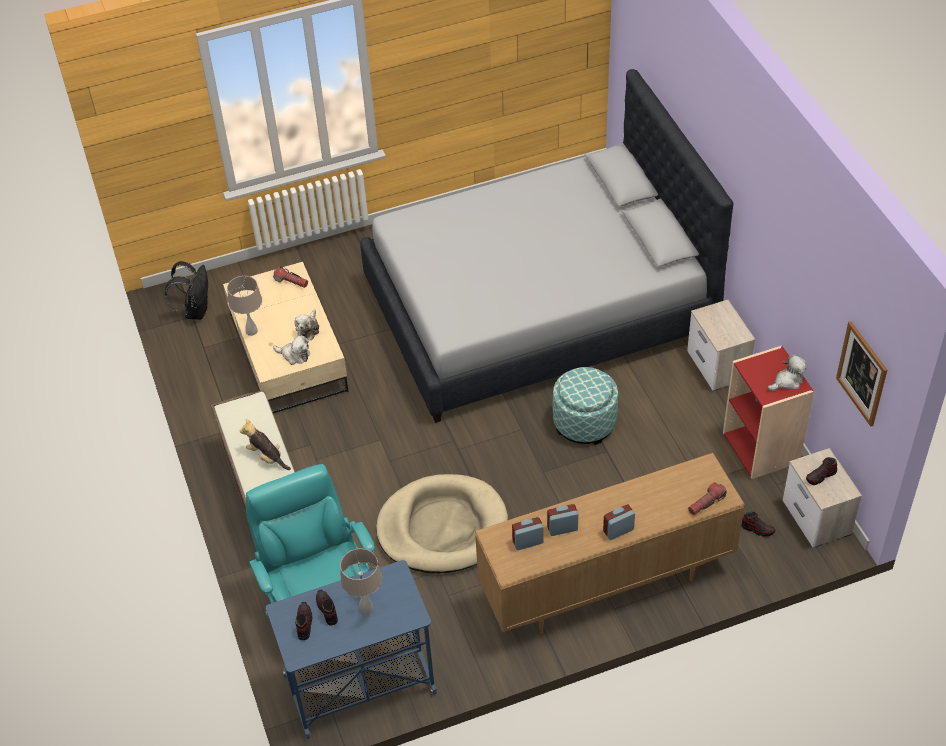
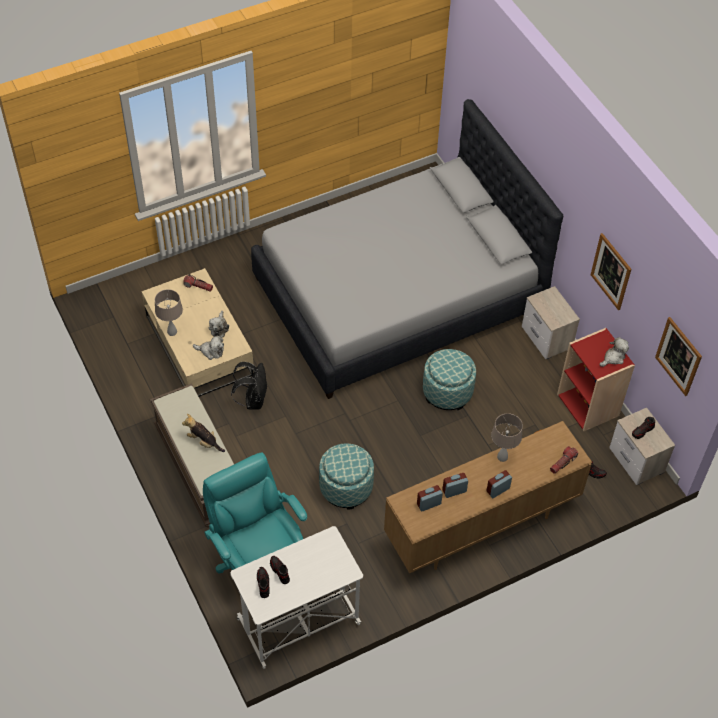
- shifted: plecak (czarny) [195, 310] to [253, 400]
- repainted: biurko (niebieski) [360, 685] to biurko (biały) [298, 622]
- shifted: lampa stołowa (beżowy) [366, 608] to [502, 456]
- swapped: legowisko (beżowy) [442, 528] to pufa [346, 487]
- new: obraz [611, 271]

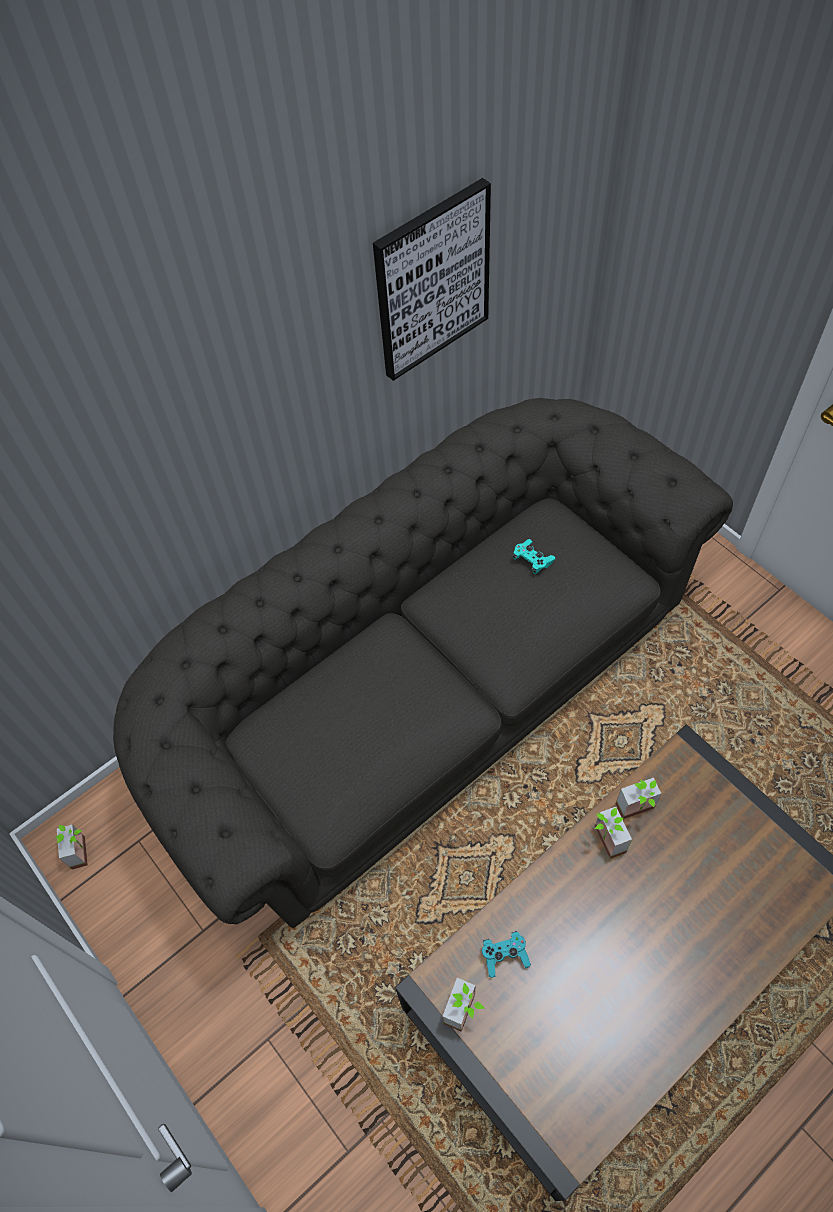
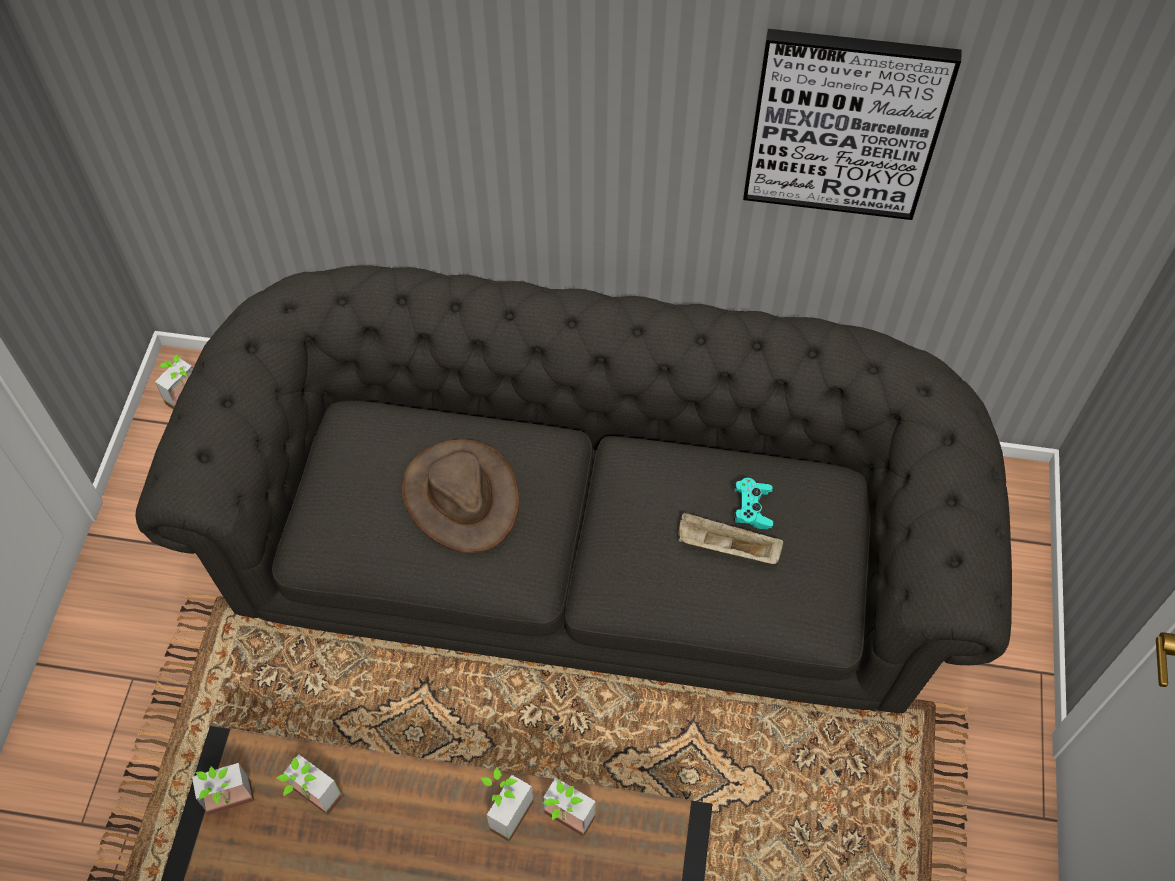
- swapped: pad do gier (turkusowy) [504, 955] to roślina doniczkowa [311, 801]
- new: kapelusz (brązowy) [461, 496]
- new: taca (beżowy) [726, 548]

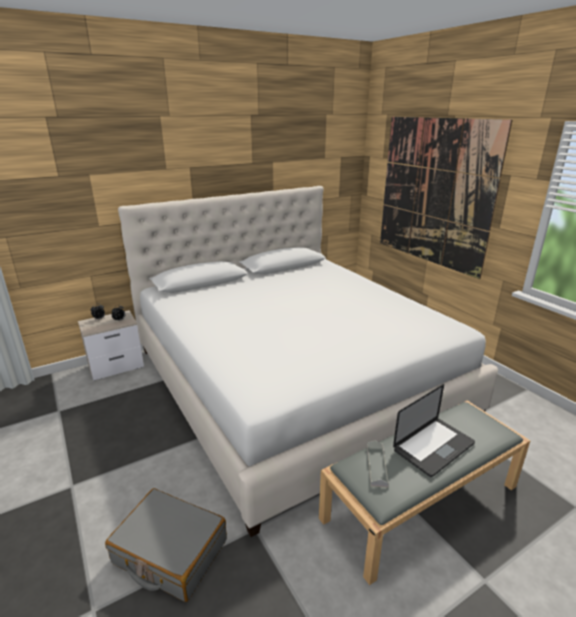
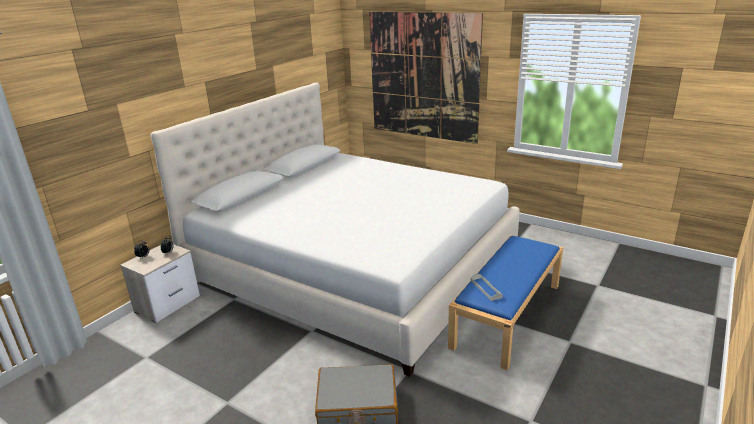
- repainted: ławka (szary) [421, 501] to ławka (niebieski) [507, 314]
- gone: laptop [433, 447]

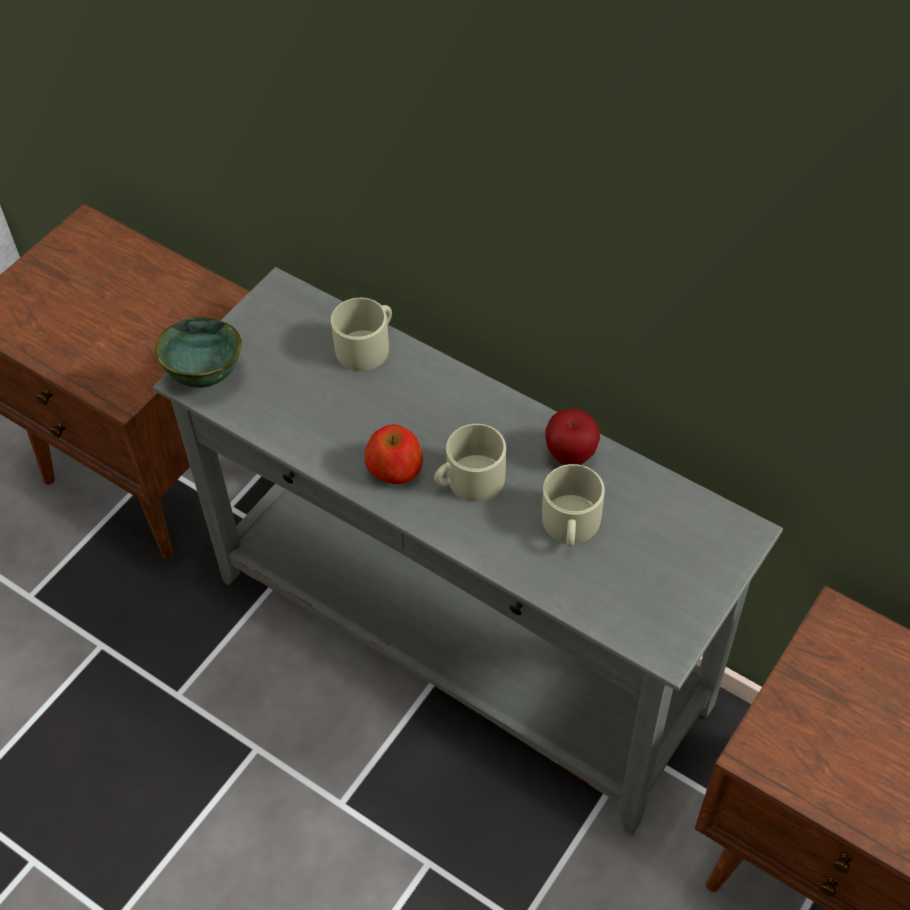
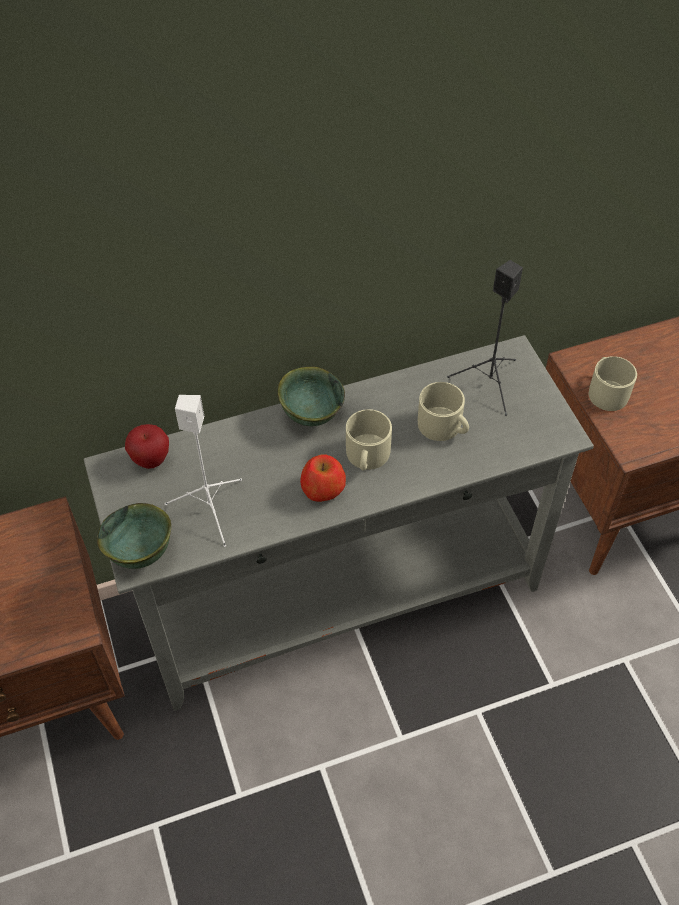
- shifted: kubek (beżowy) [367, 346] to [606, 391]
- shifted: jabłko [570, 455] to [151, 460]
- new: głośnik (biały) [211, 508]
- new: miska (zielony) [311, 414]
- new: głośnik (czarny) [490, 384]

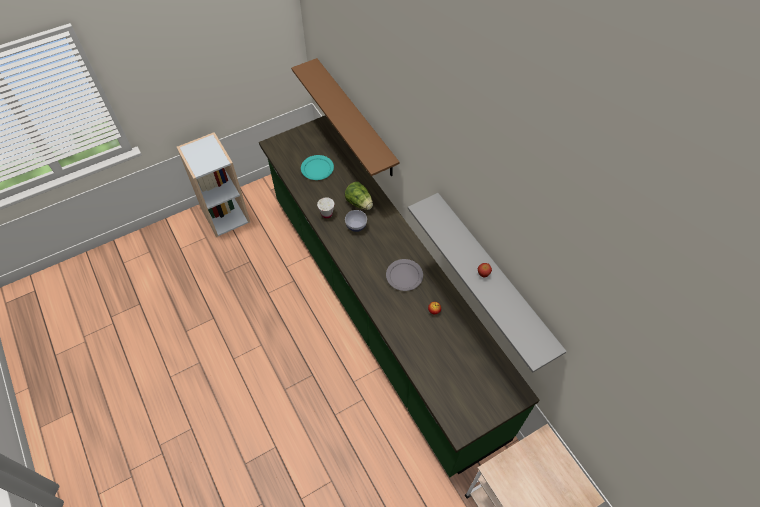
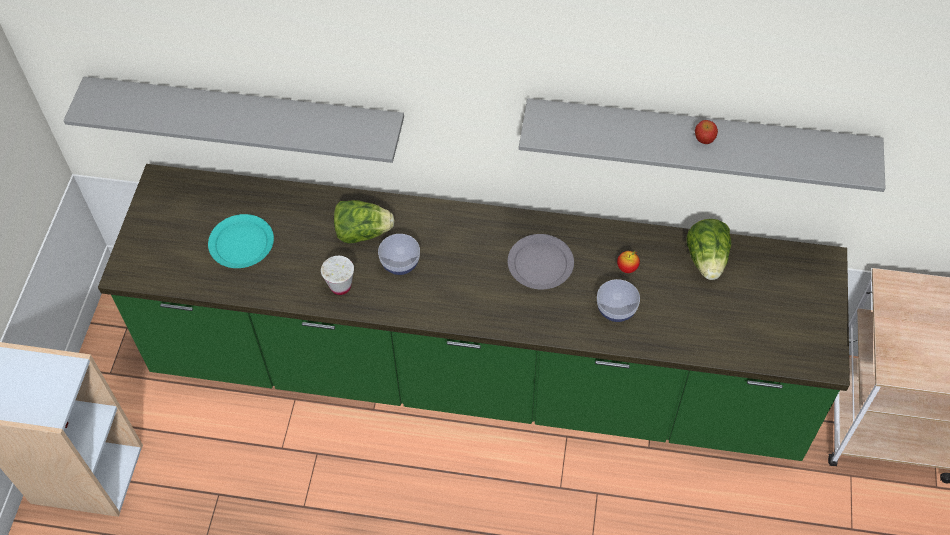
- repainted: półka (brązowy) [356, 118] to półka (szary) [246, 115]
- new: miska [616, 310]
- new: sałata [707, 260]

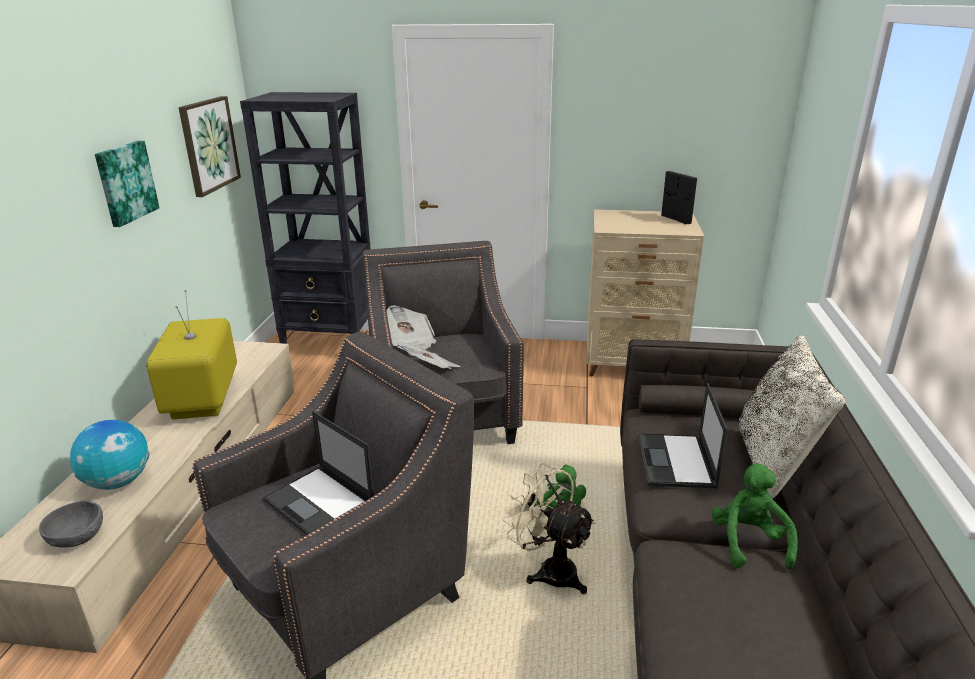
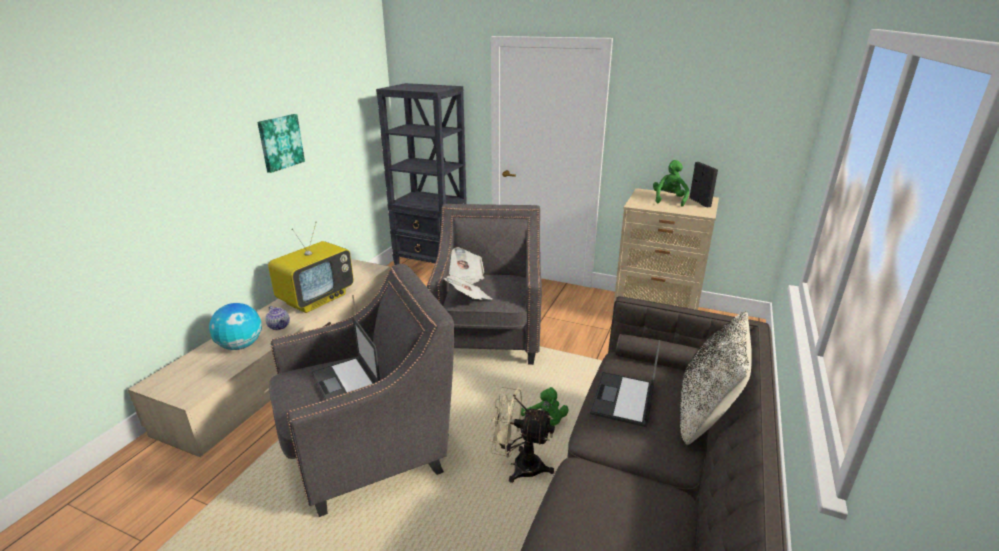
- gone: miska (szary) [76, 537]
- rotated: telewizor [203, 400] = [316, 299] 150 degrees counterclockwise
- gone: obraz [209, 145]
- rotated: wentylator (beżowy) [550, 570] = [519, 466] 45 degrees counterclockwise
- shifted: pluszak (zielony) [748, 542] to [669, 200]
- new: imbryk [279, 326]

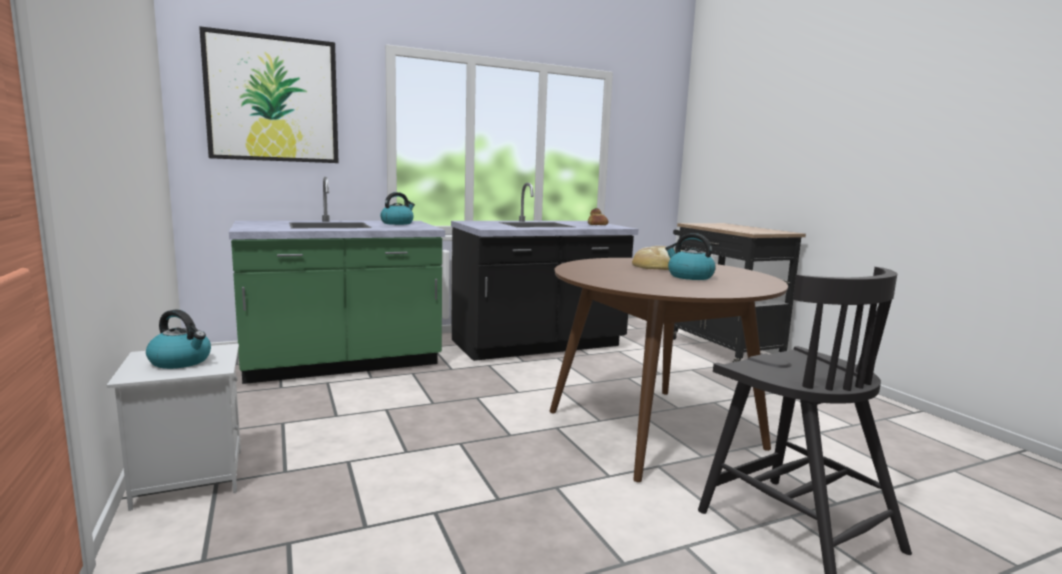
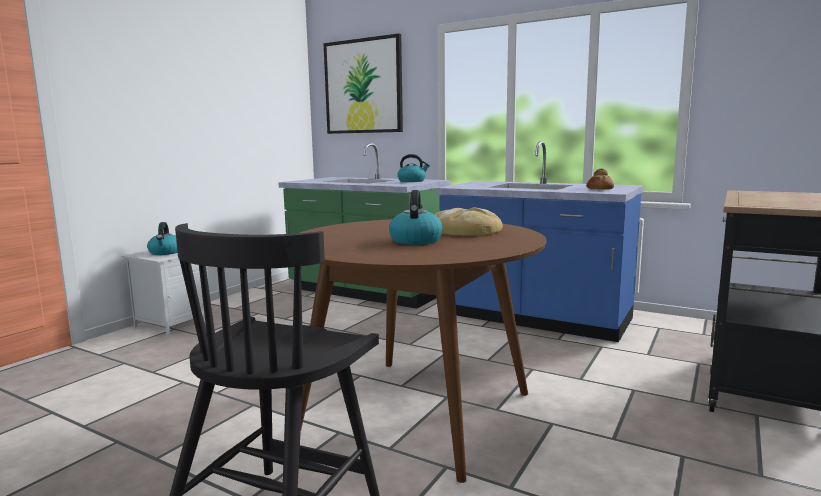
- repainted: zabudowa kuchenna (czarny) [538, 345] to zabudowa kuchenna (niebieski) [535, 318]

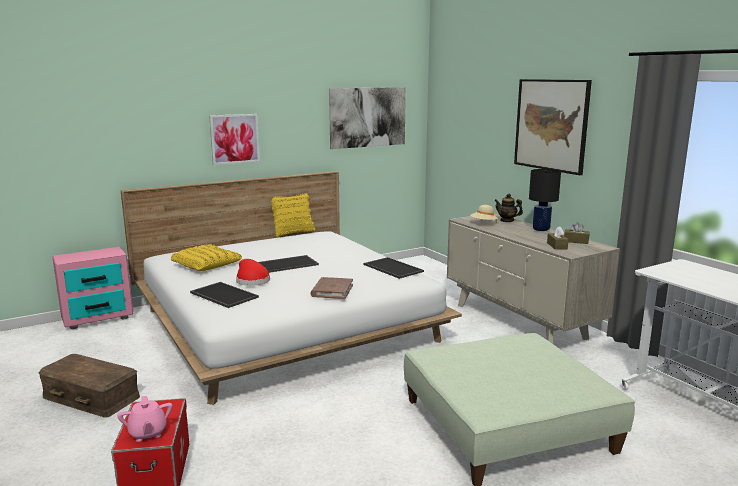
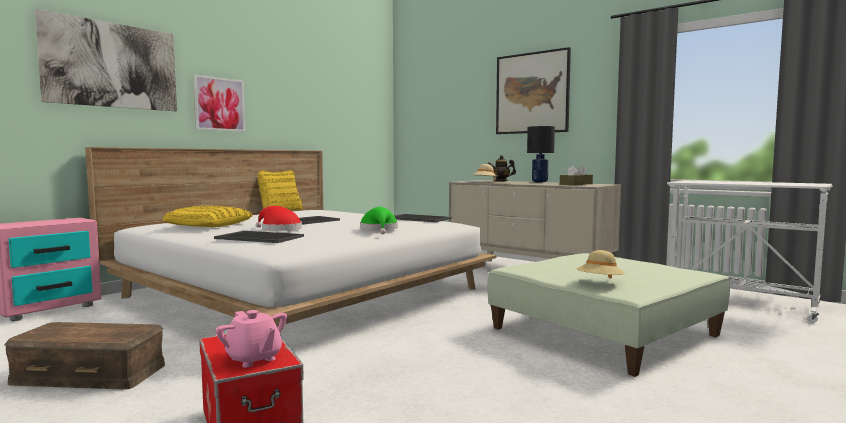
- swapped: książka (brązowy) [332, 290] to kapelusz (zielony) [379, 230]
- shifted: obraz [368, 117] to [112, 65]
- new: kapelusz (beżowy) [600, 282]

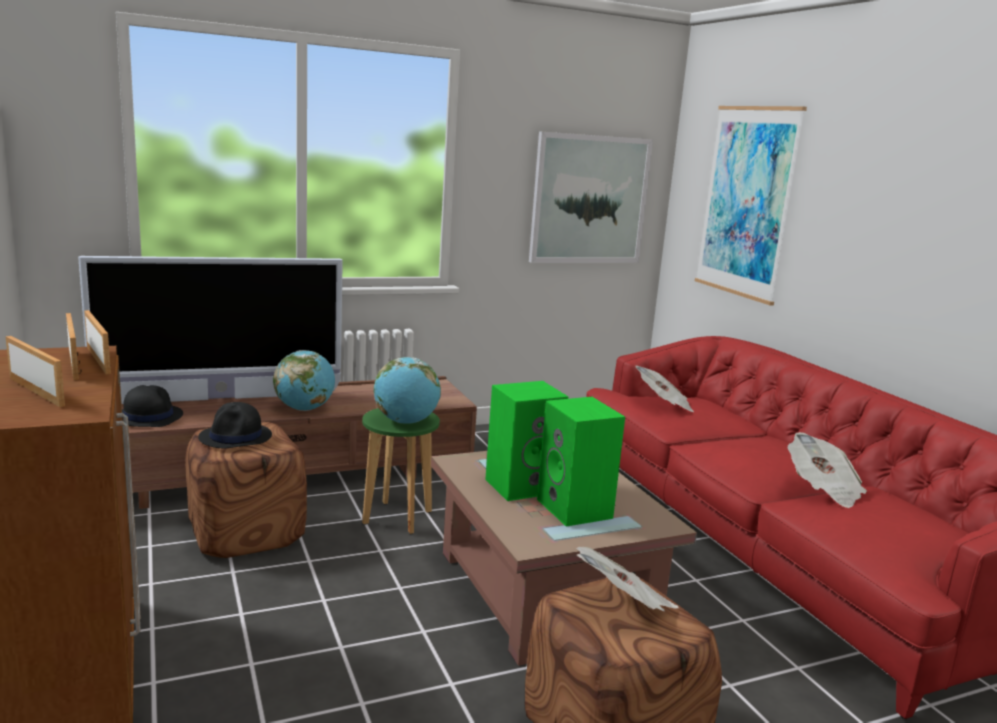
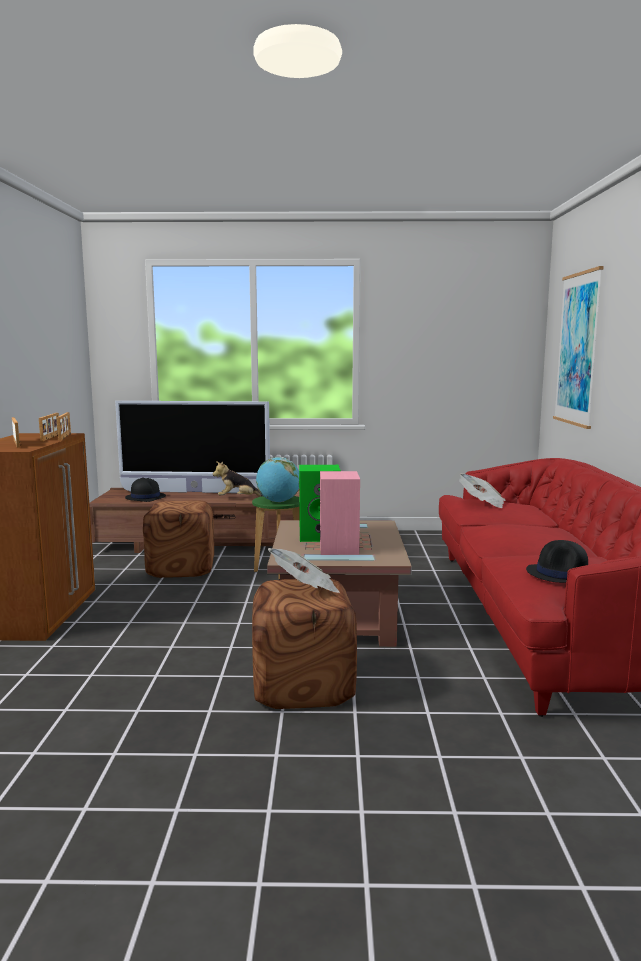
- shifted: kapelusz (czarny) [236, 437] to [562, 574]
- swapped: globus [304, 409] to pluszak [238, 499]
- gone: obraz [589, 199]
- repainted: głośnik (zielony) [576, 509] to głośnik (różowy) [340, 548]
- gone: gazeta [823, 489]

